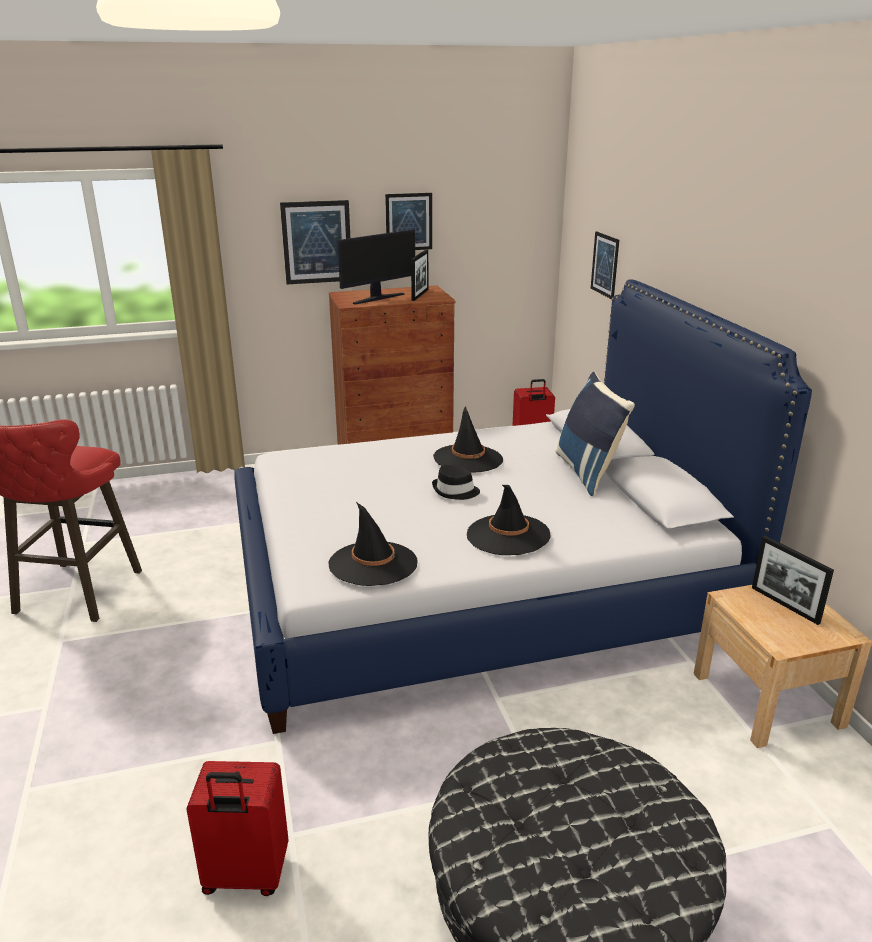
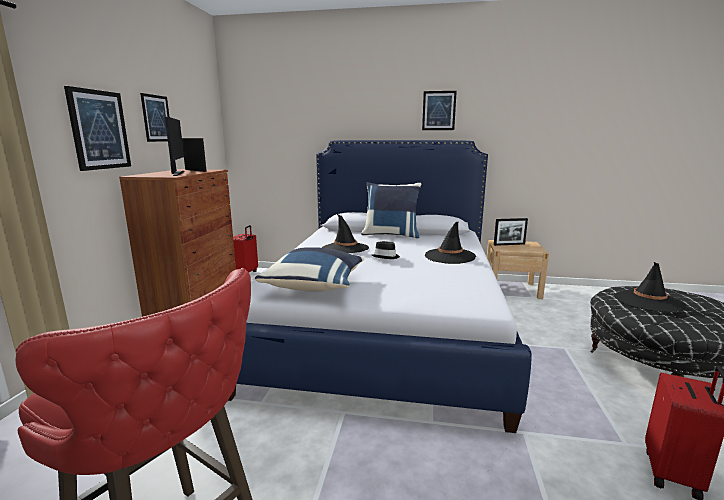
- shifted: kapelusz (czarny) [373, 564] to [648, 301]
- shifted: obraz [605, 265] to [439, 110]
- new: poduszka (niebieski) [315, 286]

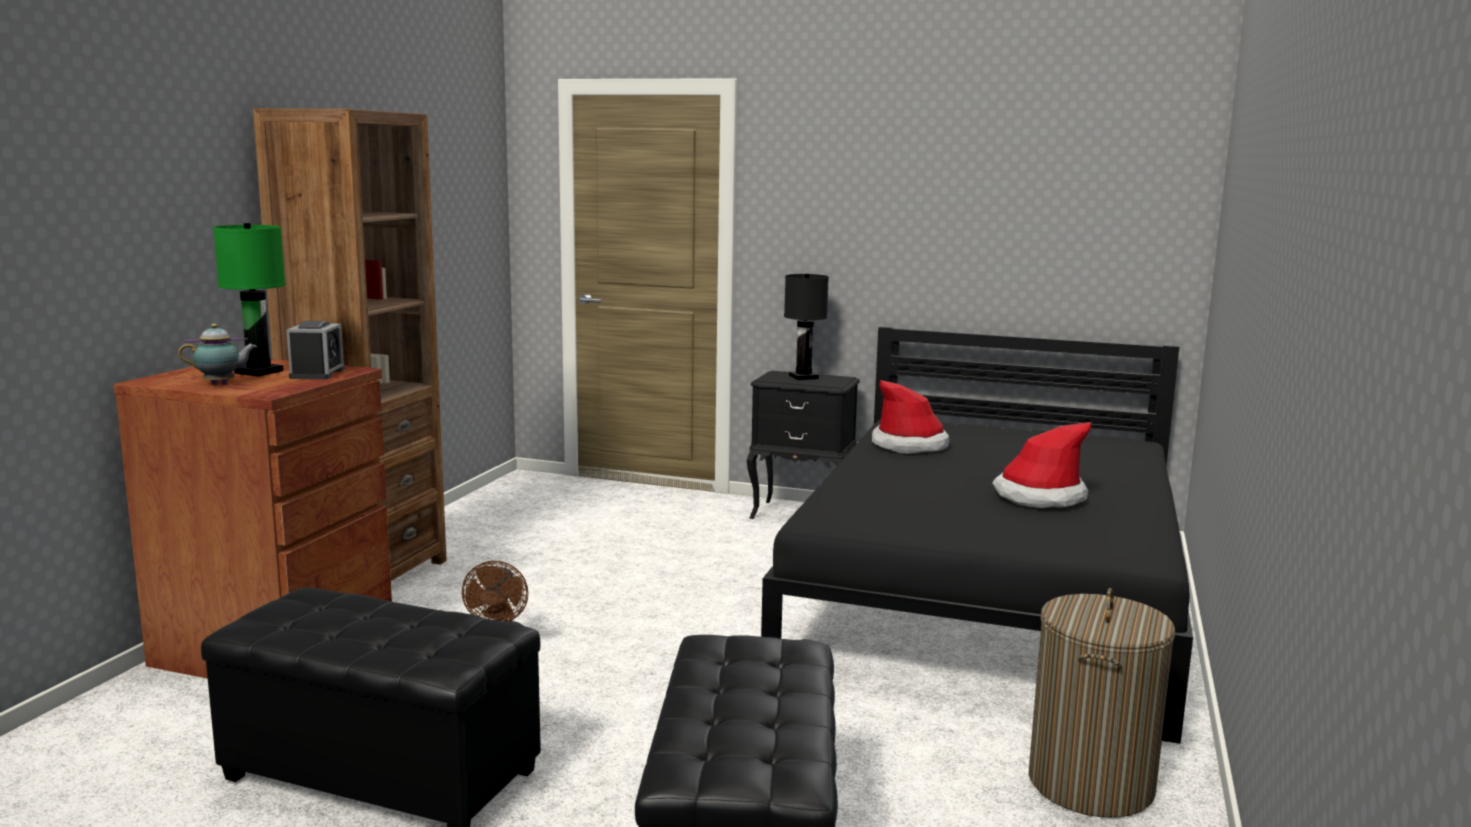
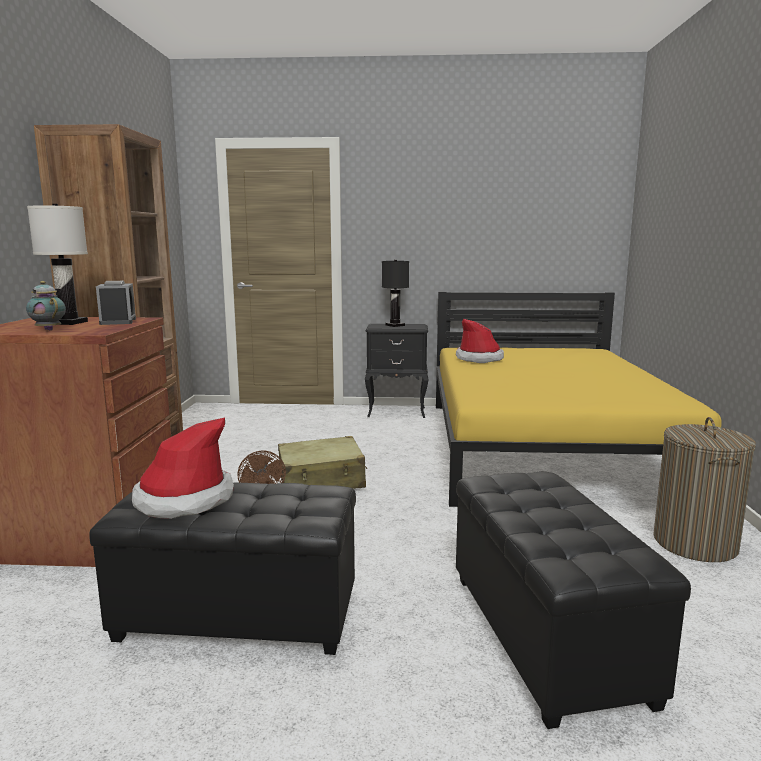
- rotated: imbryk [221, 384] = [48, 329] 105 degrees counterclockwise
- repainted: lampa stołowa (zielony) [259, 372] to lampa stołowa (biały) [69, 322]
- repainted: łóżko (czarny) [989, 600] to łóżko (żółty) [543, 447]
- shifted: kapelusz [1039, 496] to [184, 499]
- new: walizka (beżowy) [321, 481]

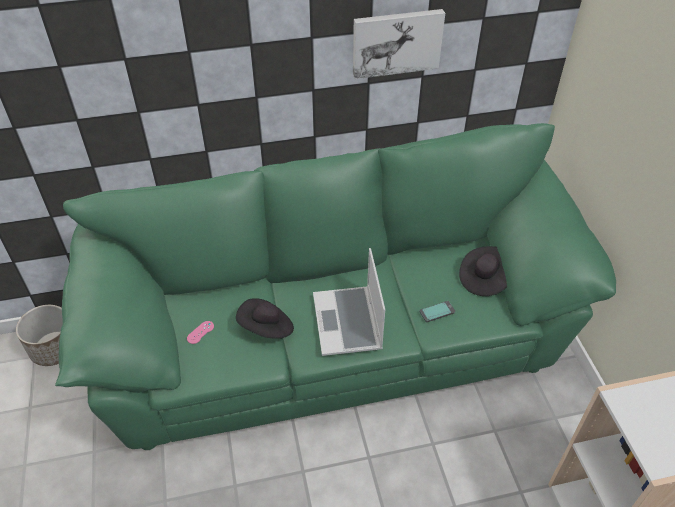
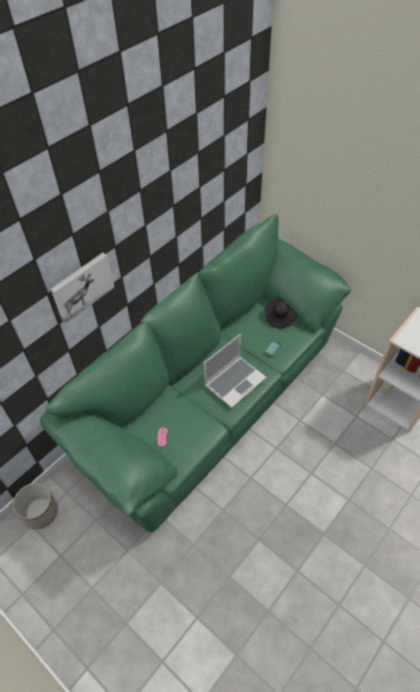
- gone: kapelusz (czarny) [266, 328]
- rotated: laptop [348, 323] = [235, 381] 90 degrees counterclockwise
- shifted: obraz [396, 42] to [82, 286]

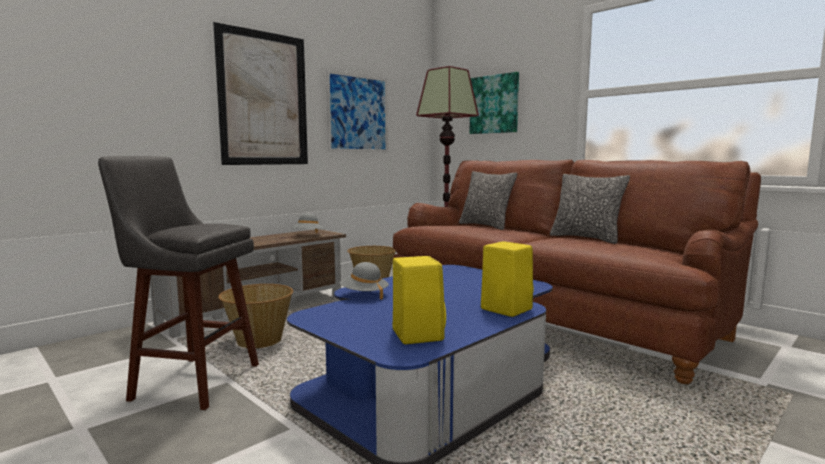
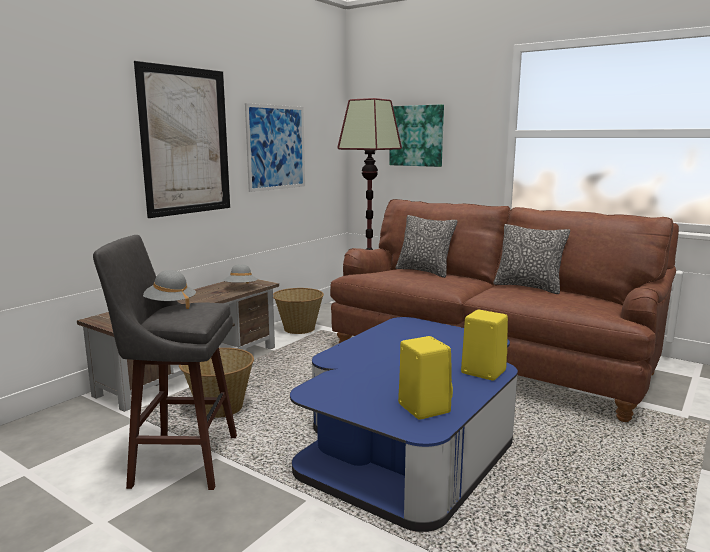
- shifted: kapelusz (szary) [364, 295] to [169, 305]

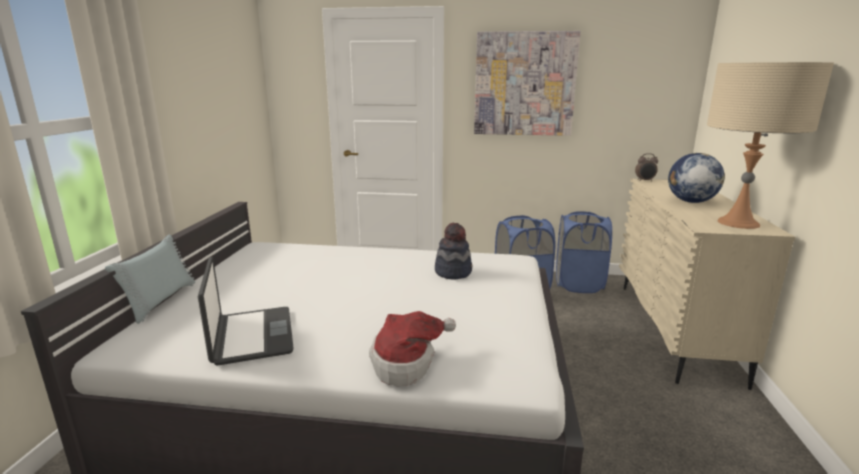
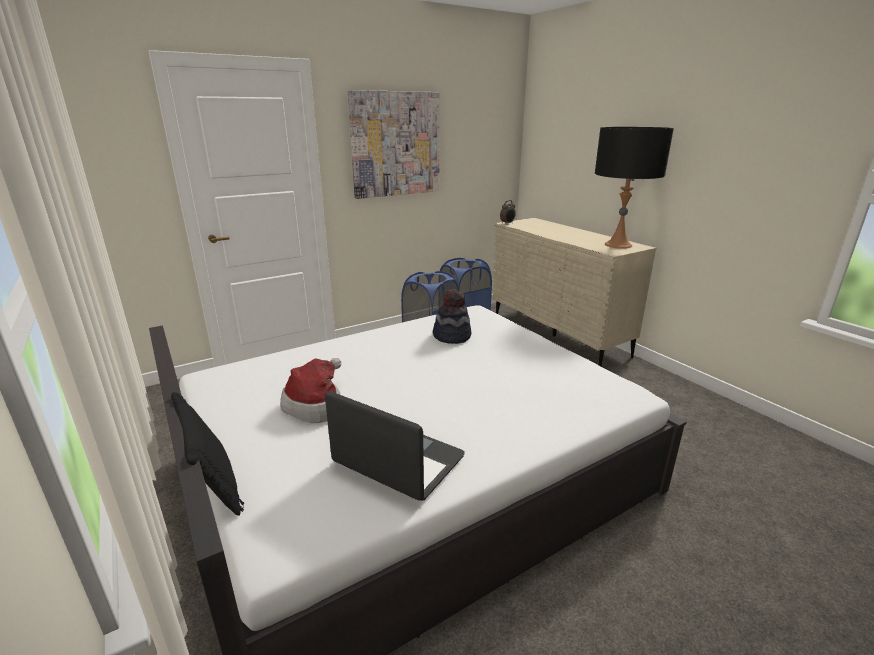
- repainted: poduszka (niebieski) [160, 301] to poduszka (czarny) [212, 481]
- shifted: kapelusz [407, 363] to [316, 404]
- gone: globus [690, 201]
- repainted: lampa stołowa (beżowy) [738, 223] to lampa stołowa (czarny) [618, 245]

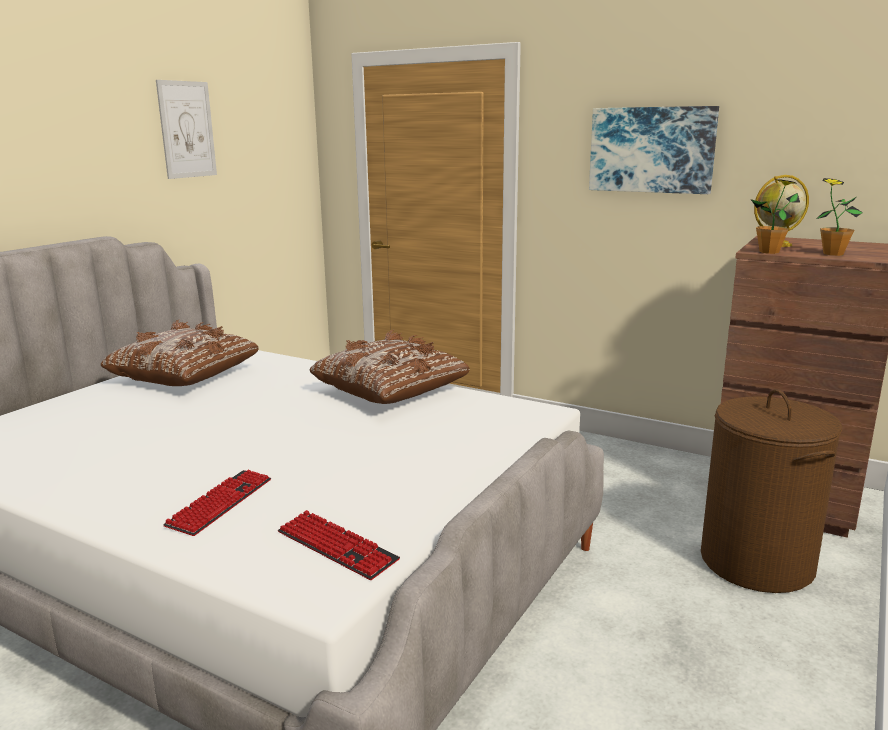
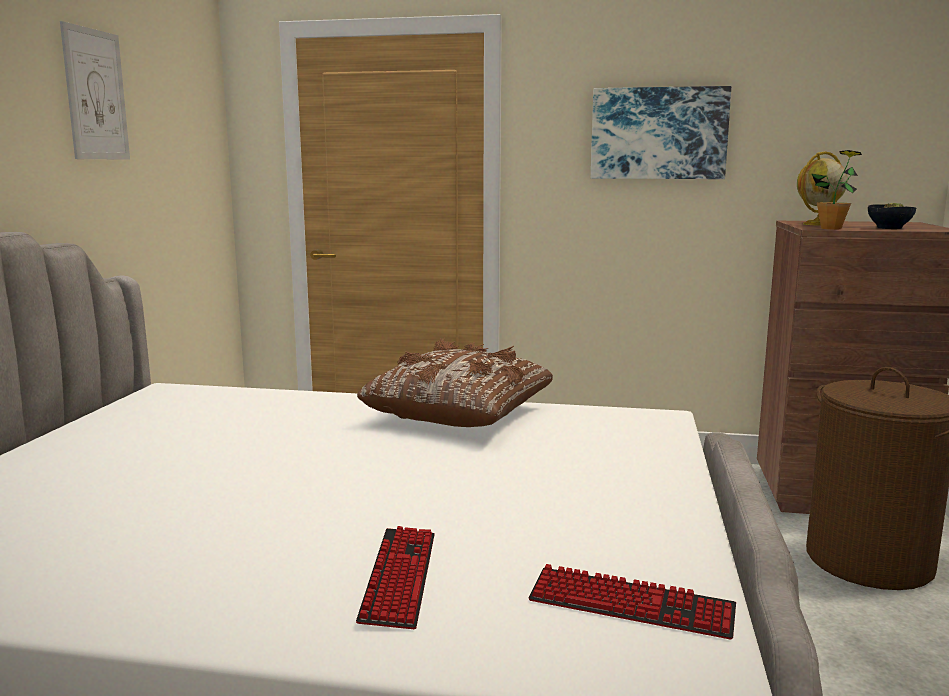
- gone: poduszka (brązowy) [184, 378]
- swapped: roślina doniczkowa [833, 254] to miska [889, 228]

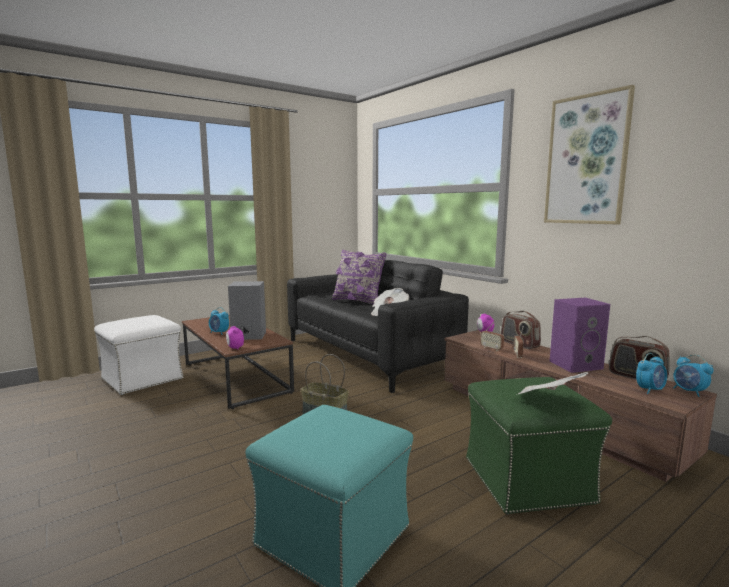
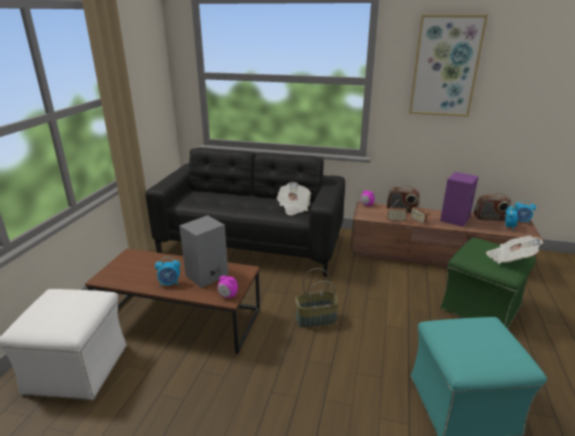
- gone: poduszka (fioletowy) [357, 301]

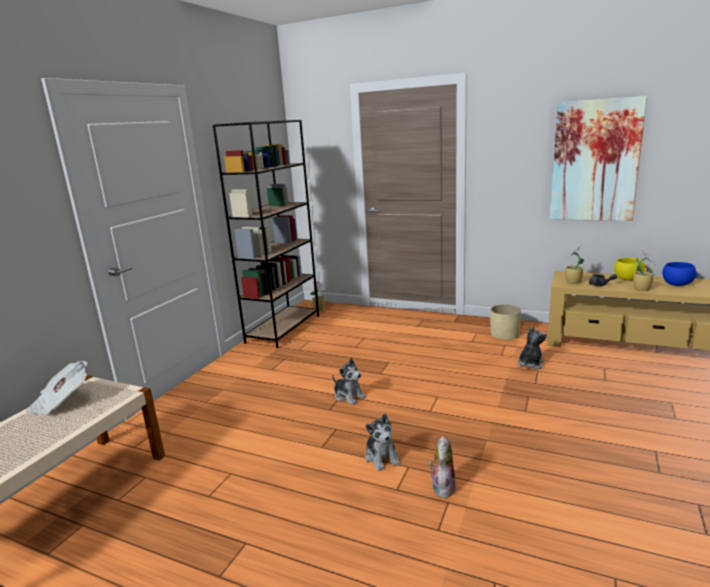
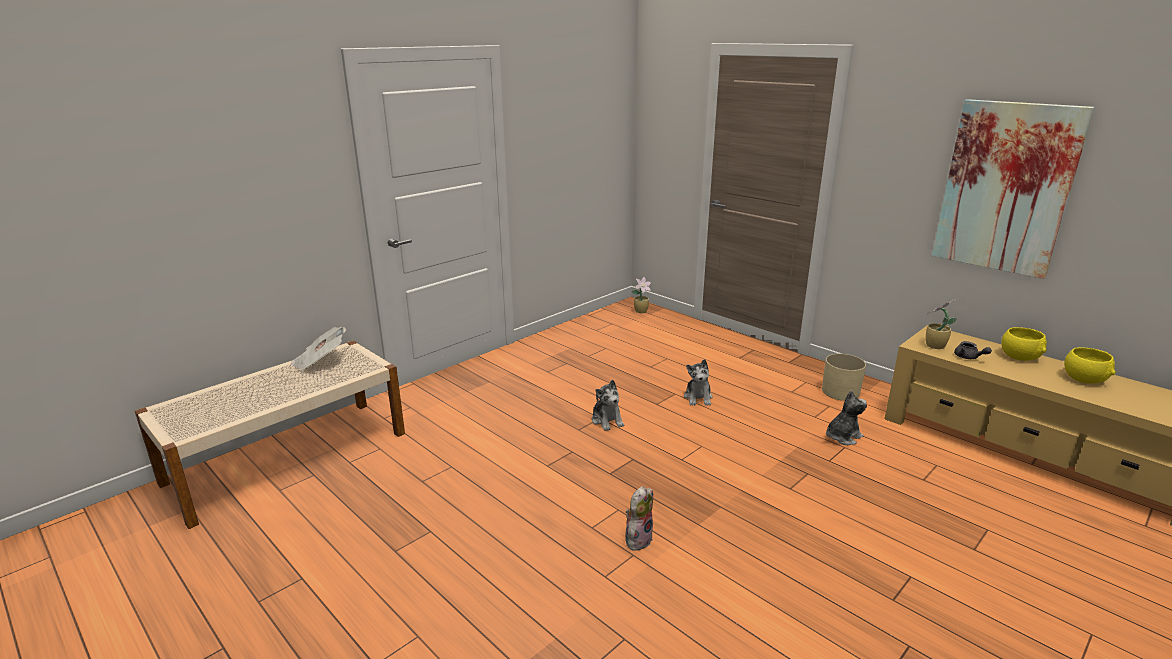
- gone: regał (beżowy) [283, 329]
- shifted: pluszak [382, 457] to [698, 397]
- gone: roślina doniczkowa [641, 289]
- repainted: miska (niebieski) [677, 283] to miska (żółty) [1084, 379]

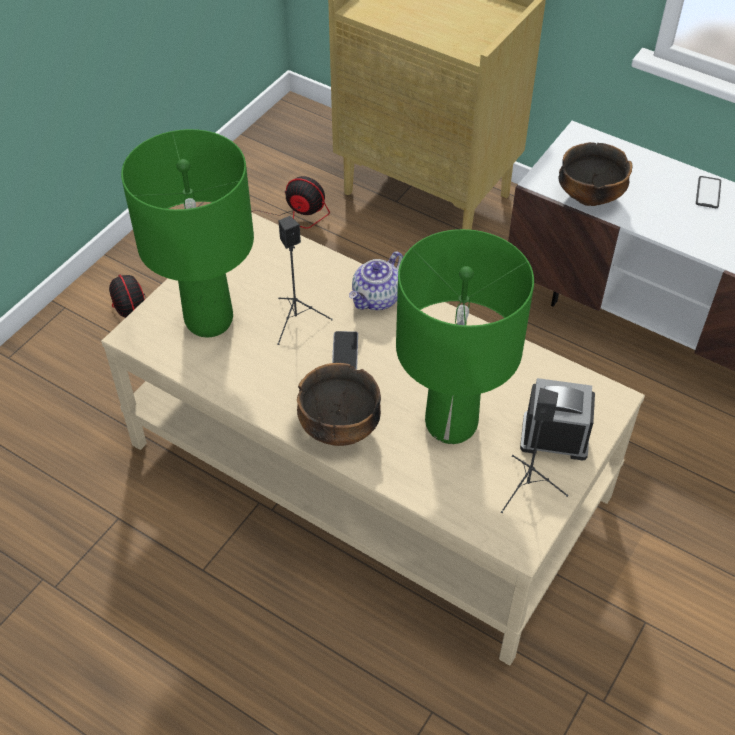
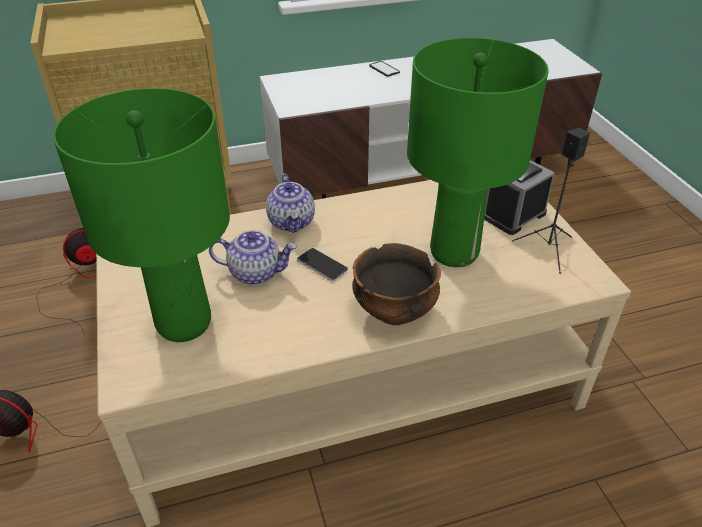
- swapped: głośnik (czarny) [297, 320] to imbryk [256, 272]
- gone: miska [589, 197]

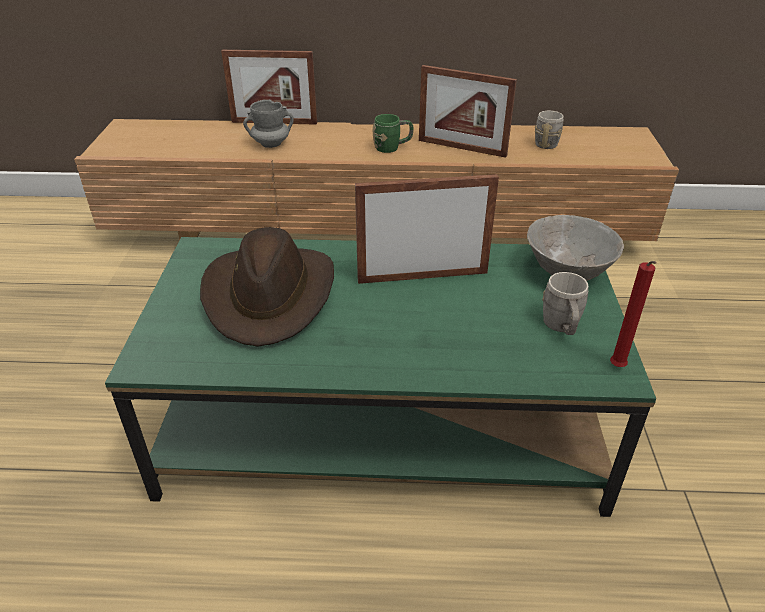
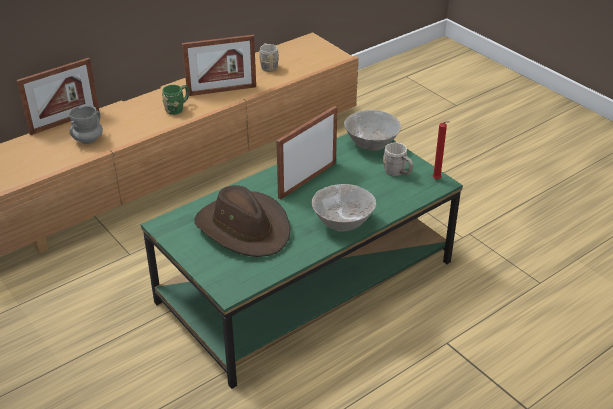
- new: miska (szary) [342, 223]

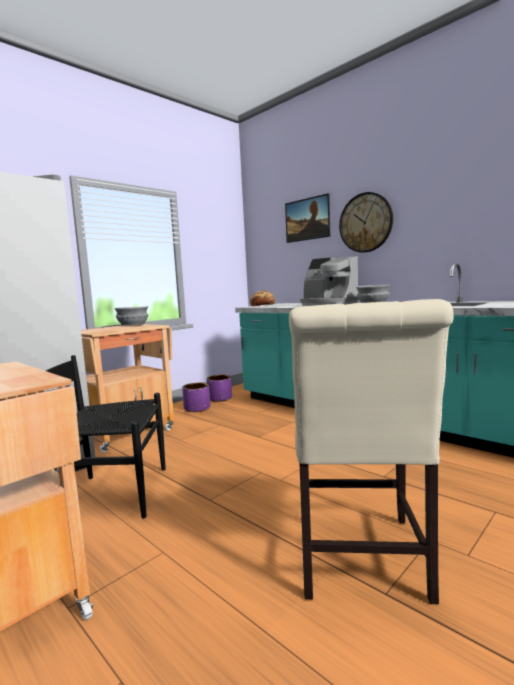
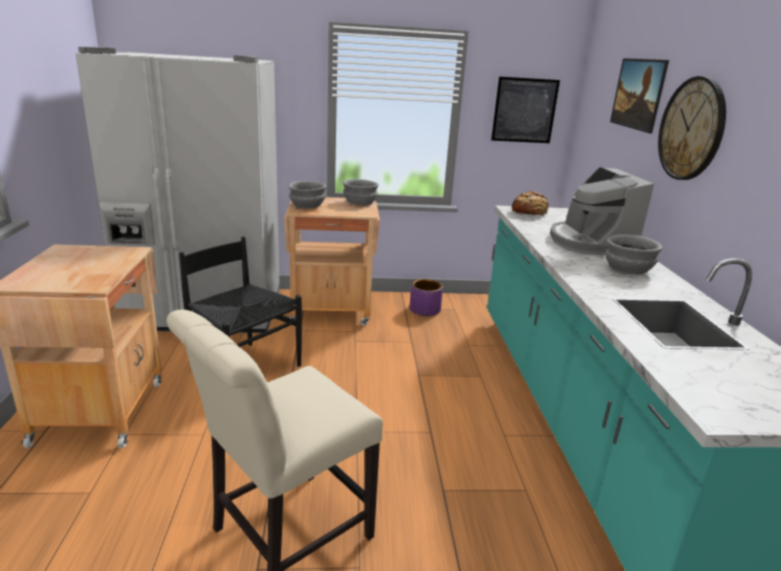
- gone: donica (fioletowy) [219, 398]
- new: miska (szary) [307, 205]
- new: obraz [524, 110]

